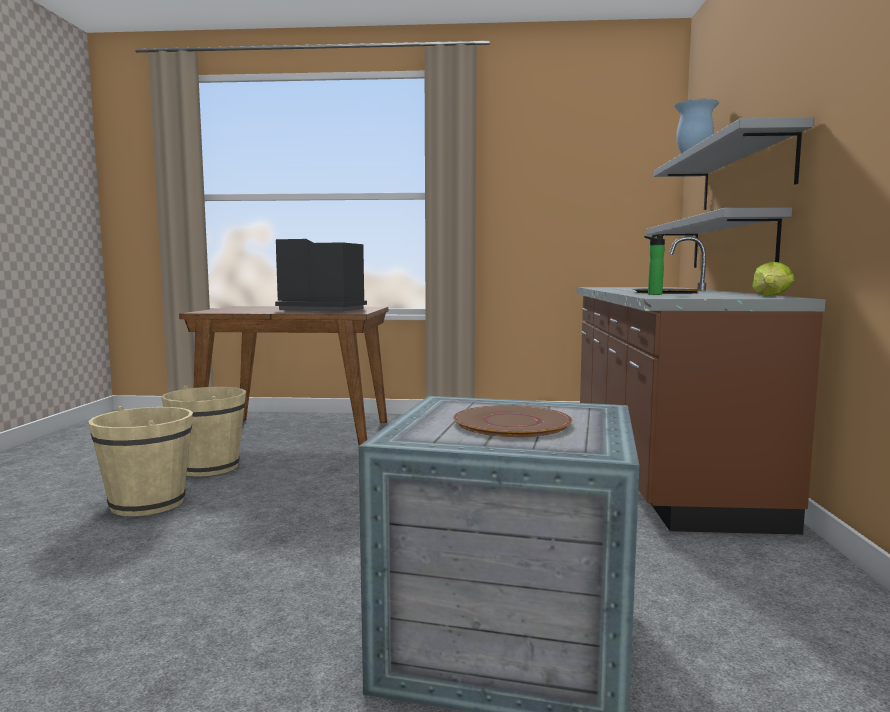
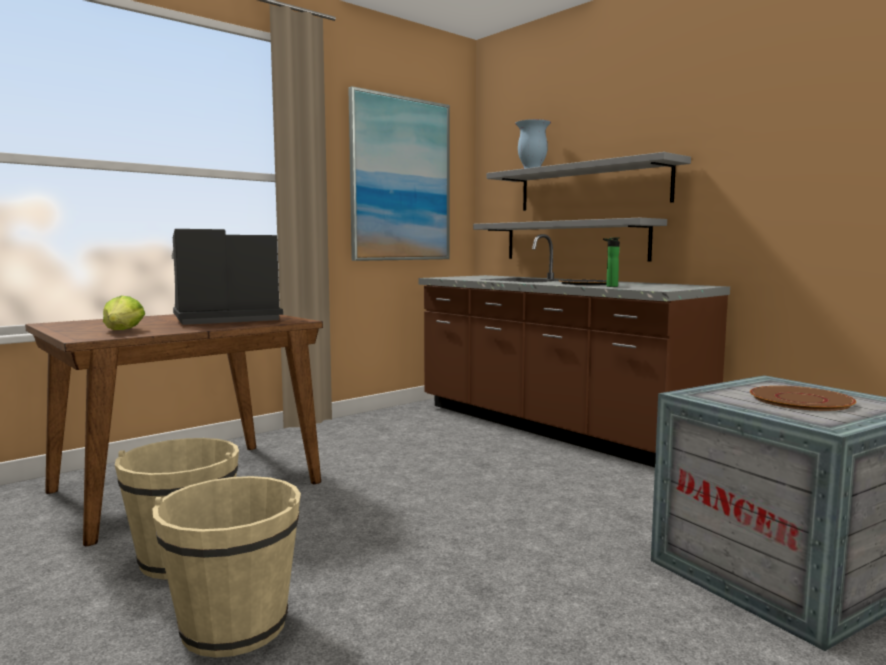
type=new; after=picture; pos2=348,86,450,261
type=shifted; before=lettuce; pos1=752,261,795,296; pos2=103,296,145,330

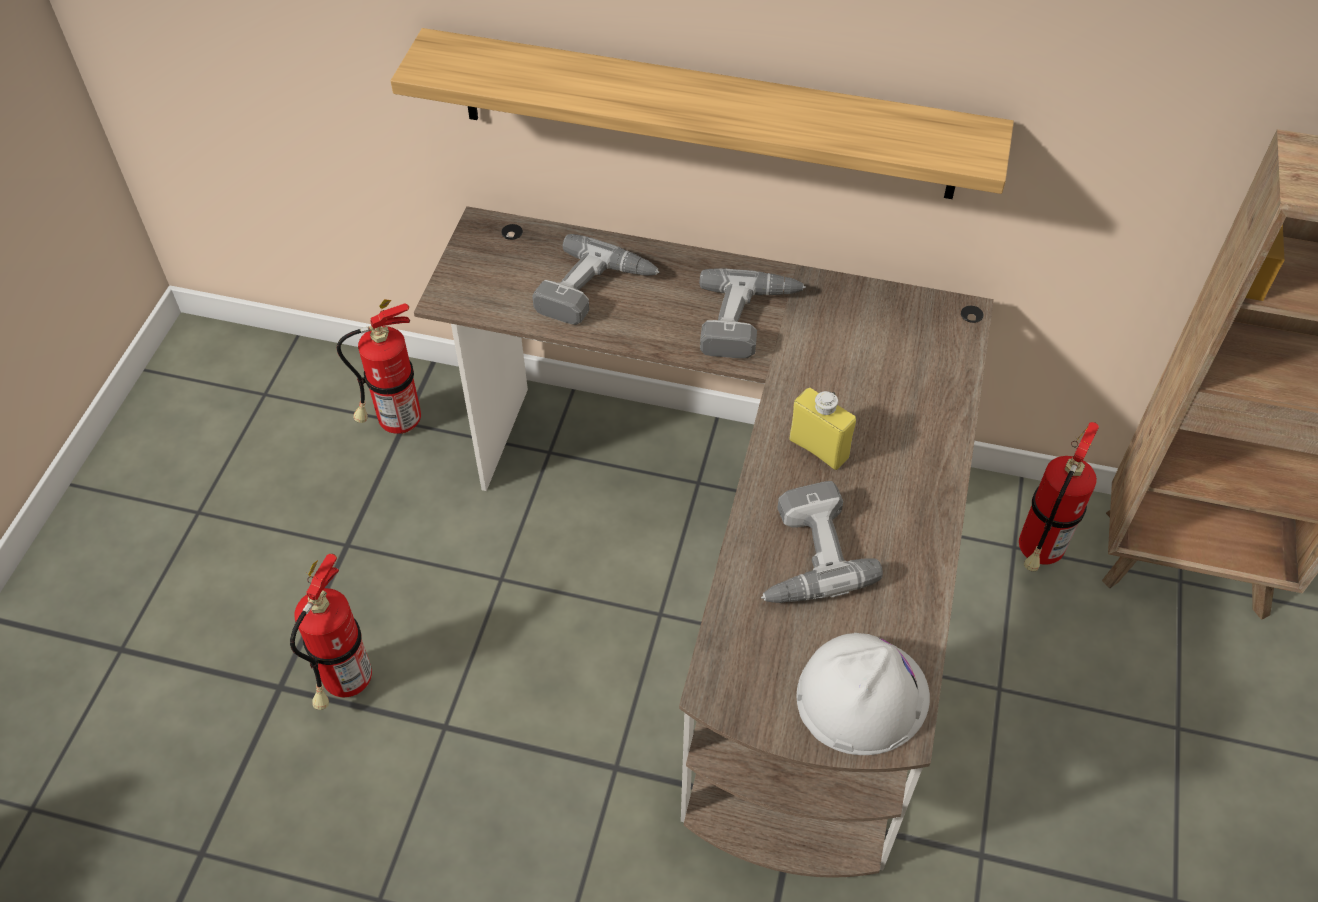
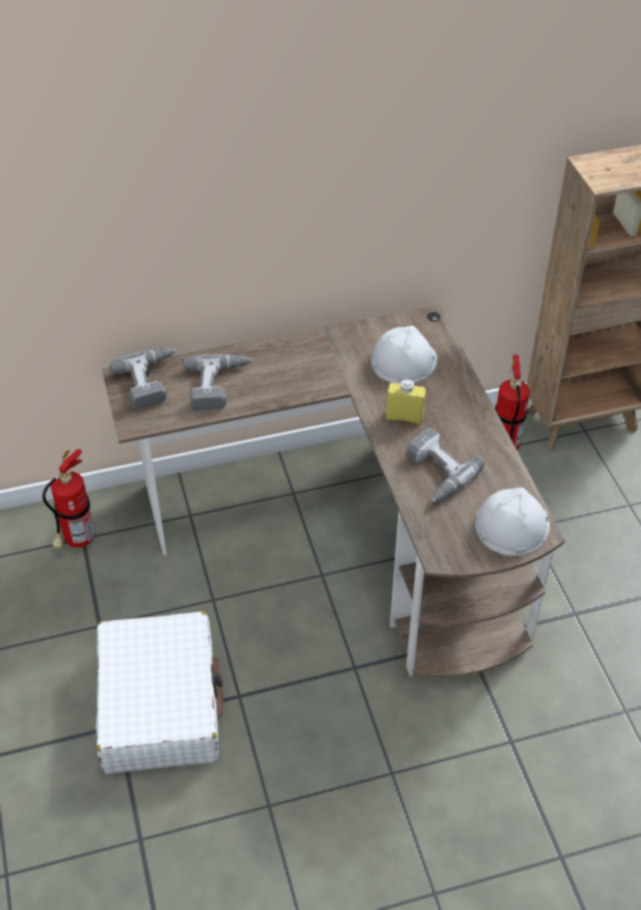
type=gone; before=shelf; pos1=391,28,1014,199
type=new; after=white hard hat; pos2=371,326,437,384
type=shifted; before=power drill; pos1=699,268,806,358; pos2=109,348,176,410
type=swapped; before=fire extinguisher; after=white suitcase; pos1=290,554,372,710; pos2=96,611,223,774

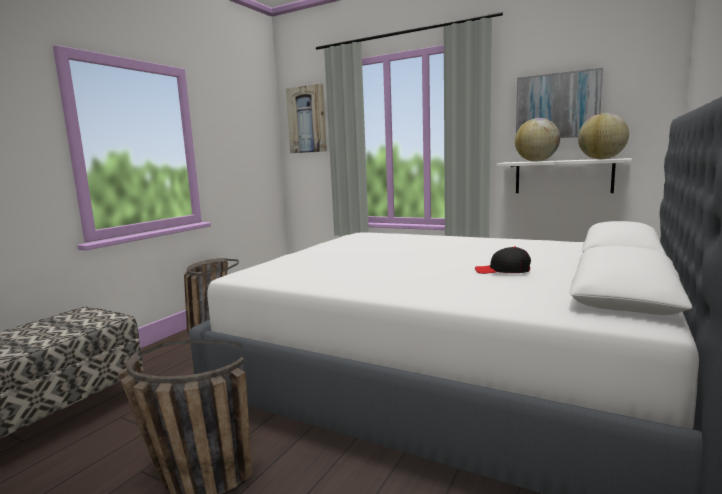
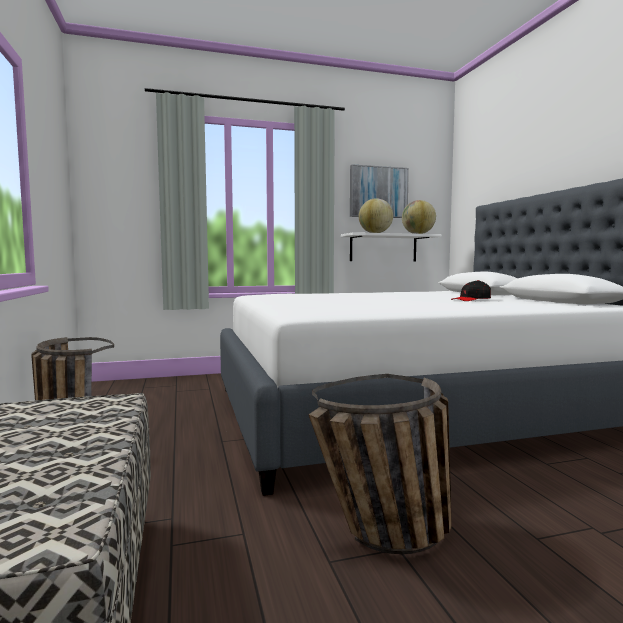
type=gone; before=picture; pos1=286,84,327,153

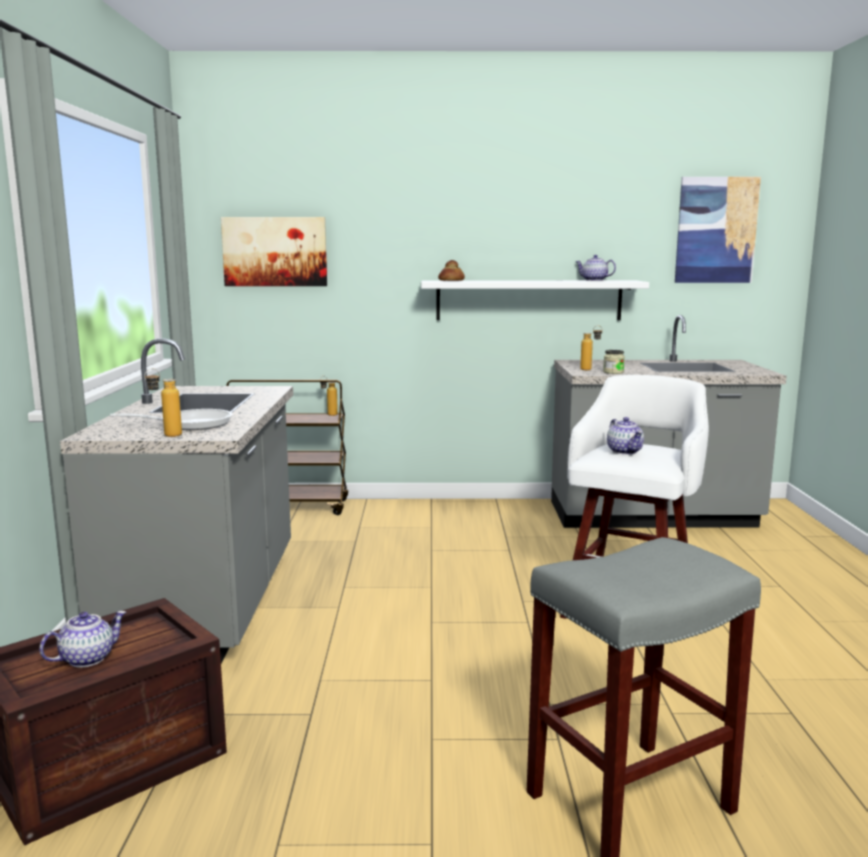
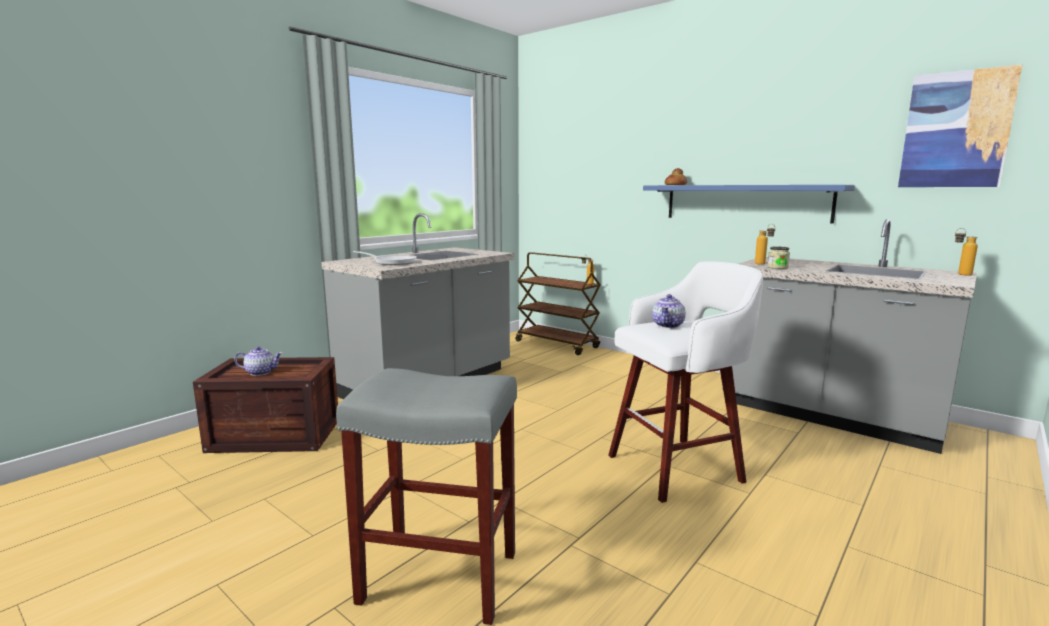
type=gone; before=picture; pos1=221,217,327,286
type=gone; before=teapot; pos1=576,255,616,281
type=shifted; before=bottle; pos1=145,368,182,437; pos2=955,228,978,276
type=repainted; before=white shelf; after=blue shelf; pos1=421,280,649,320; pos2=643,185,855,224

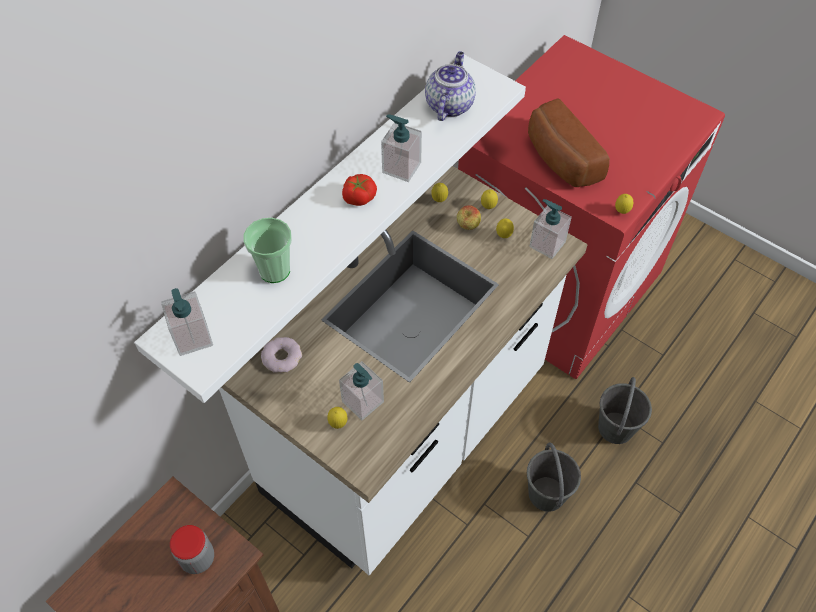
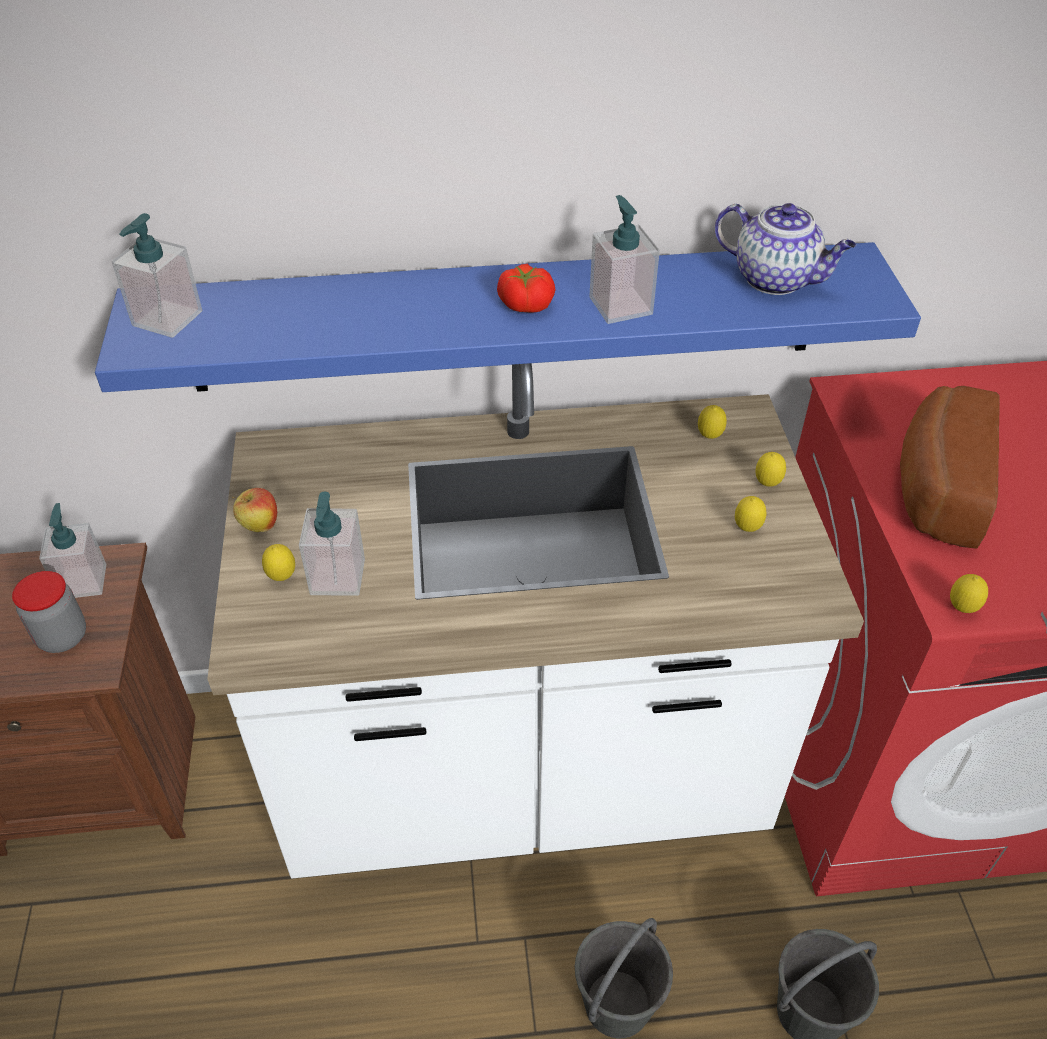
type=gone; before=cup; pos1=243,217,292,283
type=gone; before=donut; pos1=261,337,302,373
type=shifted; before=apple; pos1=457,205,481,230; pos2=232,488,277,532
type=shifted; before=soap dispenser; pos1=529,199,572,259; pos2=39,503,106,598
type=repainted; before=white shelf; after=blue shelf; pos1=134,55,526,403; pos2=95,242,921,392
type=rotated; before=teapot; pos1=425,51,476,121; pos2=715,203,856,295; turn=60

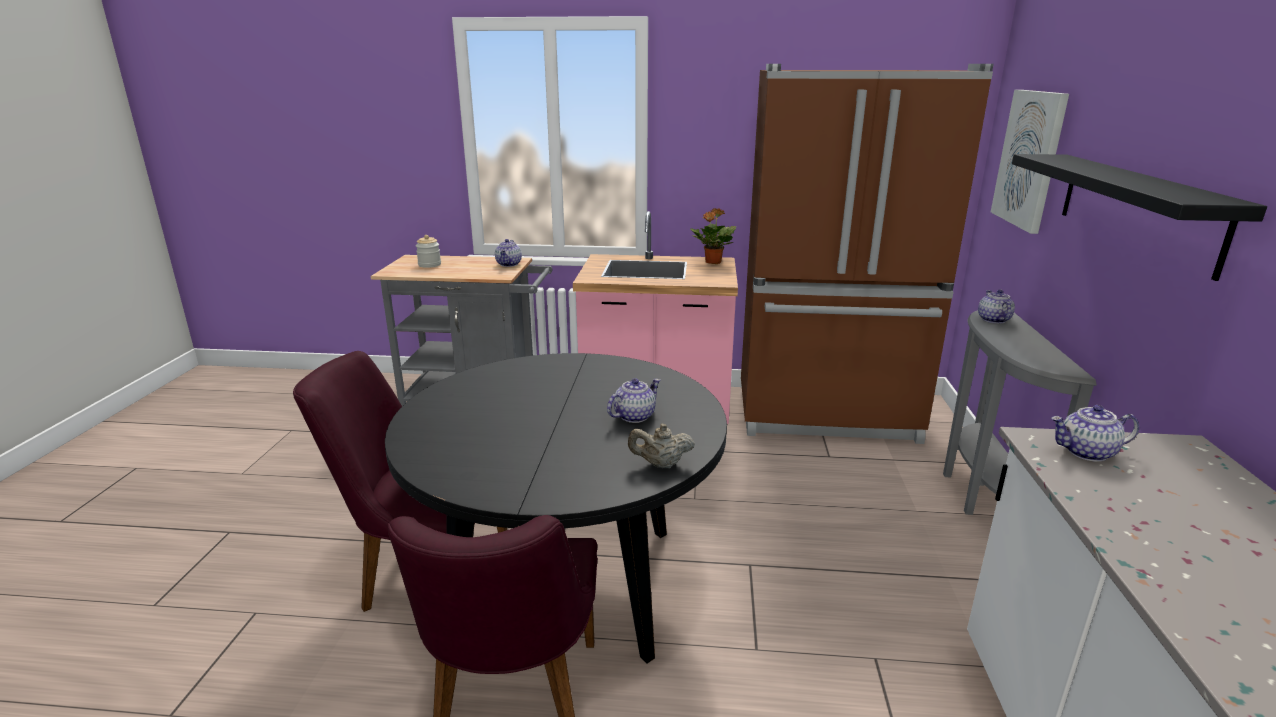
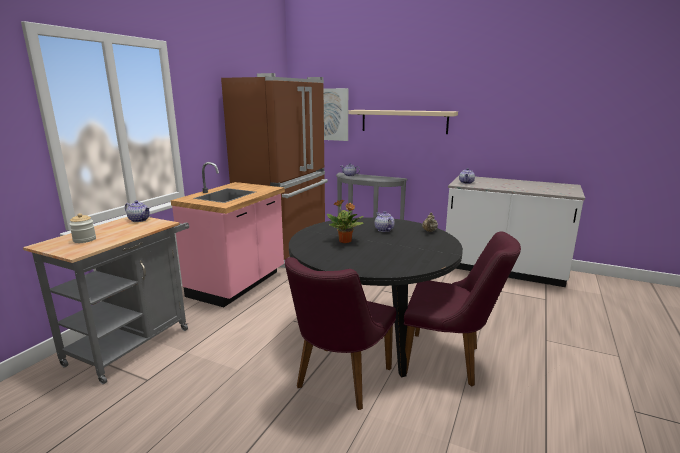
type=shifted; before=potted plant; pos1=691,208,736,264; pos2=327,200,364,243
type=repainted; before=black shelf; after=beige shelf; pos1=1012,154,1267,281; pos2=348,110,458,134

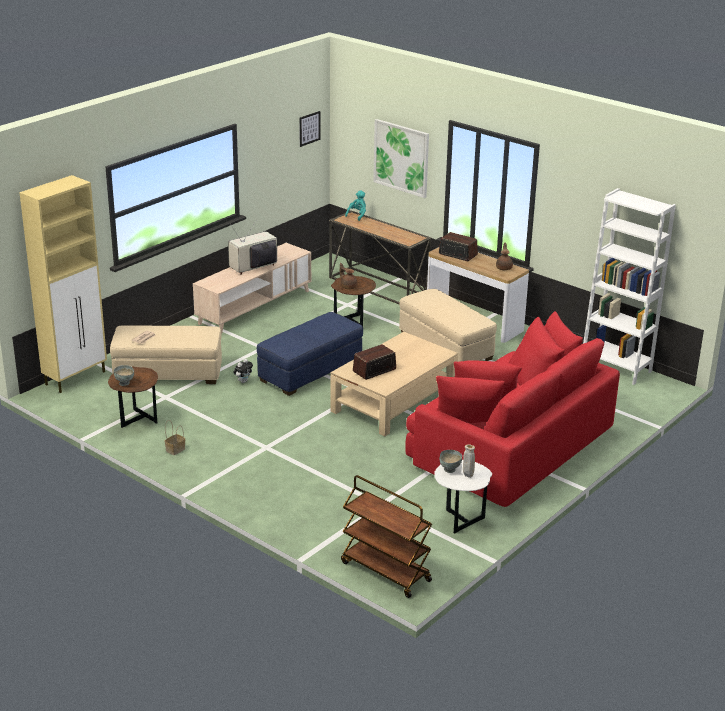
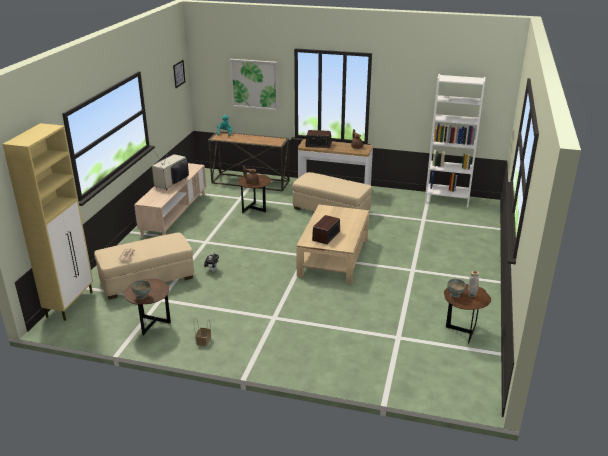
type=gone; before=blue ottoman; pos1=257,312,363,396
type=gone; before=brown cart; pos1=341,475,432,598
type=gone; before=red sofa; pos1=405,311,620,507
type=repainted; before=white side table; after=brown side table; pos1=435,460,492,533; pos2=444,284,491,344

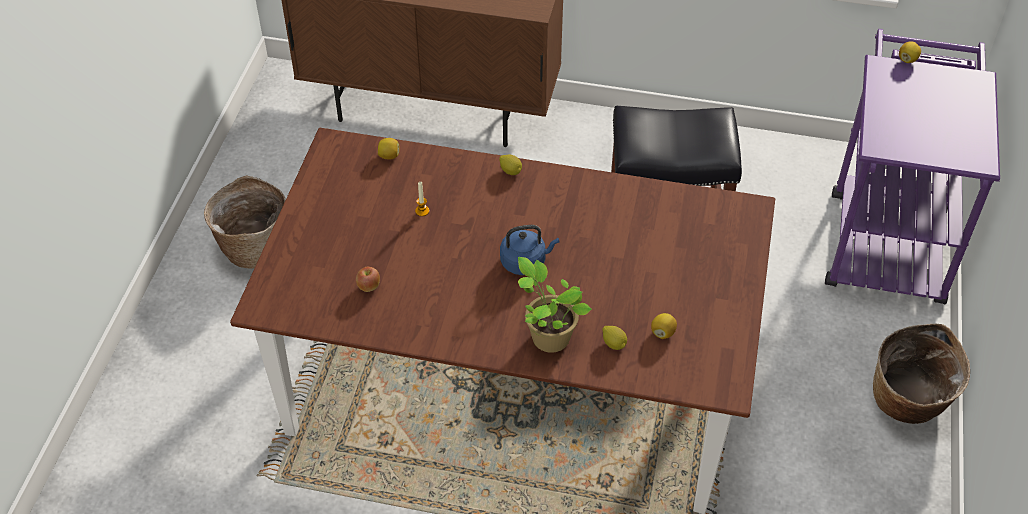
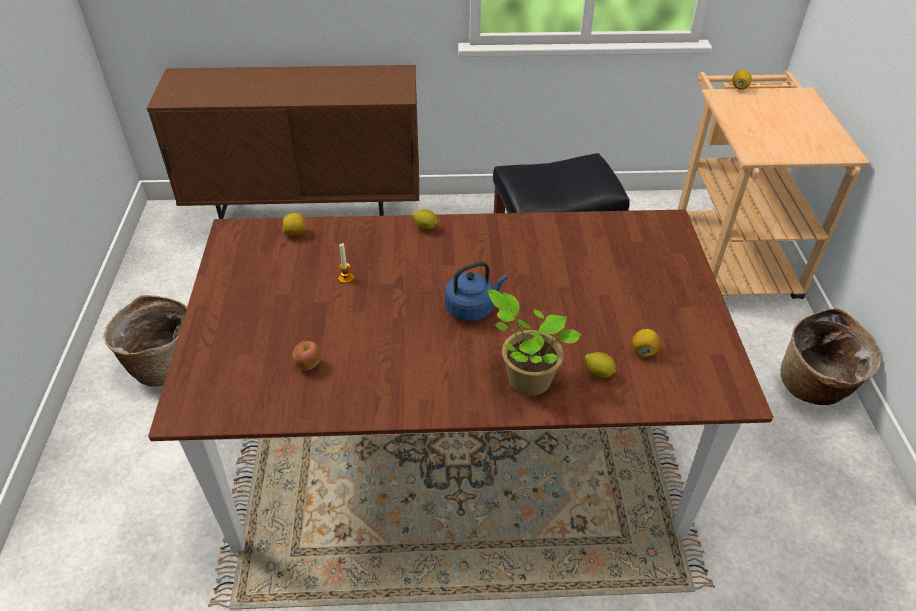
type=repainted; before=purple cart; after=beige cart; pos1=825,29,1000,304; pos2=678,71,870,299

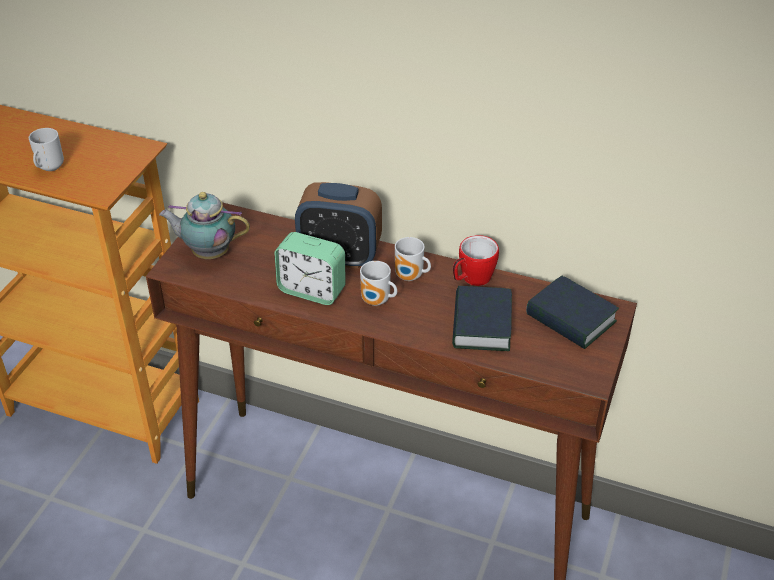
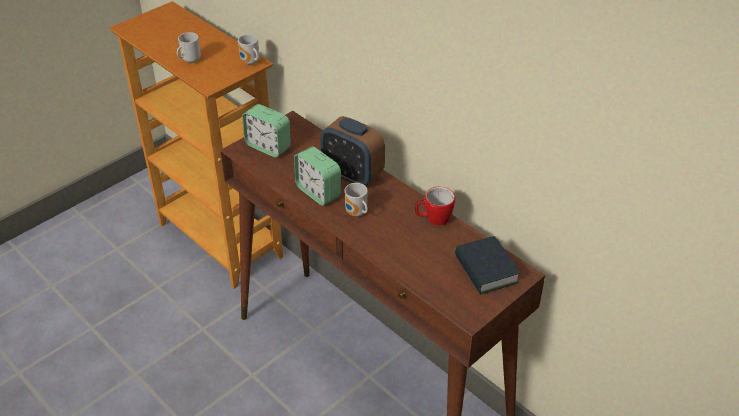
type=gone; before=book; pos1=452,286,512,351
type=shifted; before=mug; pos1=395,237,431,281; pos2=238,34,259,65
type=swapped; before=teapot; after=alarm clock; pos1=159,192,250,259; pos2=242,104,291,157

